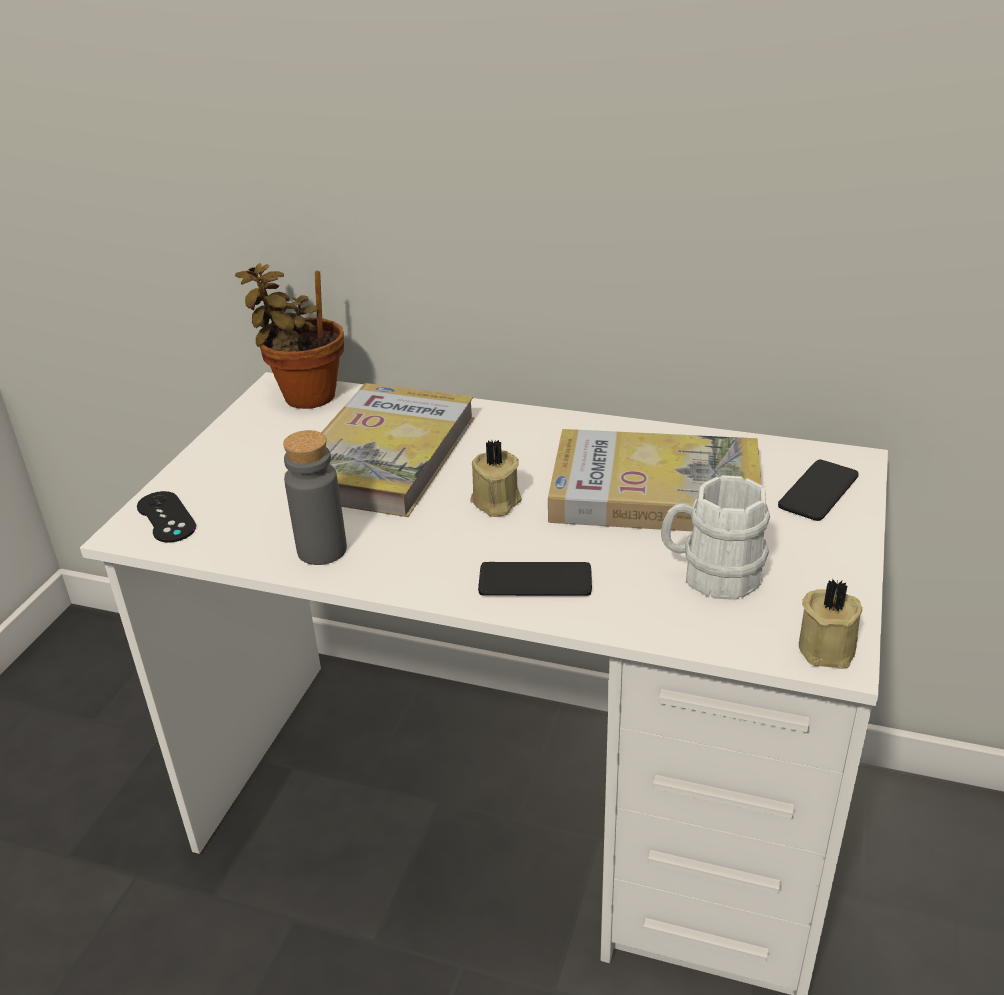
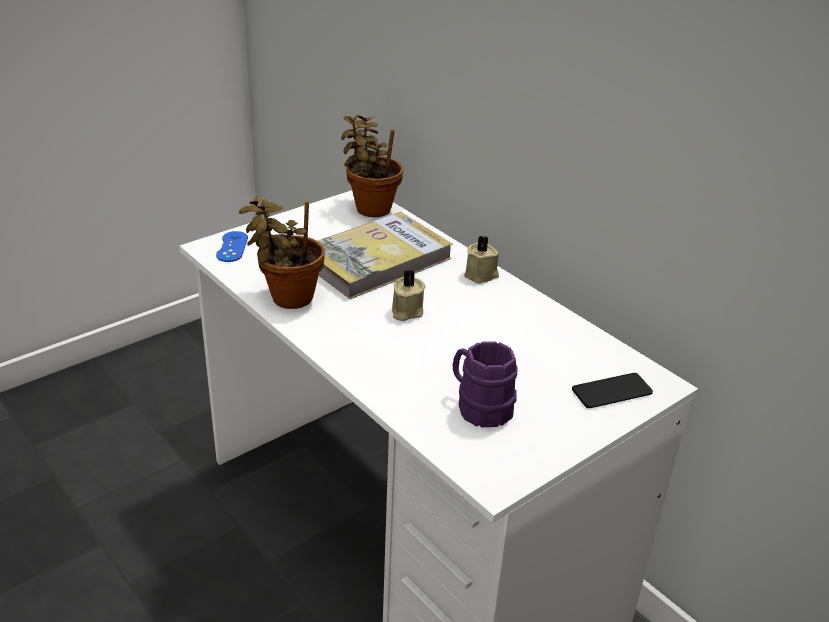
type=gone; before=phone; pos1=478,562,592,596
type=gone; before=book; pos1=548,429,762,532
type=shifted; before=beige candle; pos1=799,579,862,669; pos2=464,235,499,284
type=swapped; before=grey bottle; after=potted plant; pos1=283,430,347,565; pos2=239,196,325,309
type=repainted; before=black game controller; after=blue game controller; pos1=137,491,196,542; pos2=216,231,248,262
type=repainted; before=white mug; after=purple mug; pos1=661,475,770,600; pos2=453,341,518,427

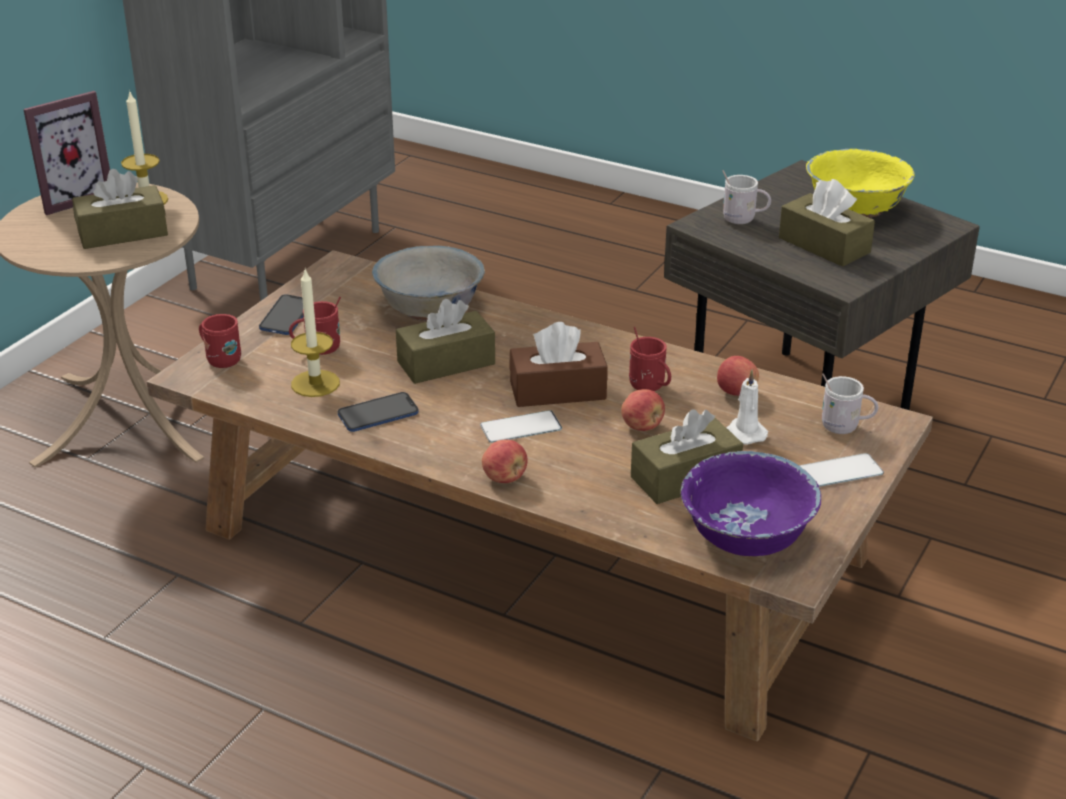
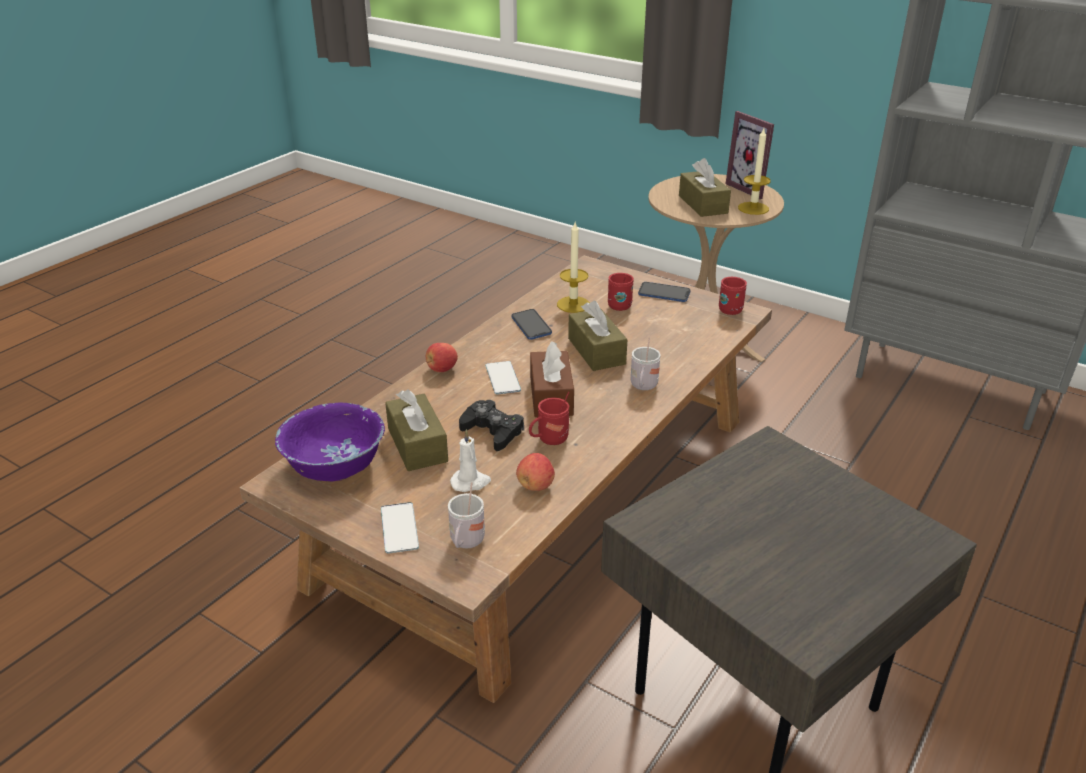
type=gone; before=white bowl; pos1=372,246,485,321
type=gone; before=brown tissue box; pos1=779,179,875,267
type=gone; before=yellow bowl; pos1=806,149,915,218
type=shifted; before=red mug; pos1=199,314,241,368; pos2=719,277,747,315
type=shifted; before=white mug; pos1=722,170,771,224; pos2=630,337,661,390
type=swapped; before=apple; after=black game controller; pos1=621,389,665,431; pos2=459,400,524,451

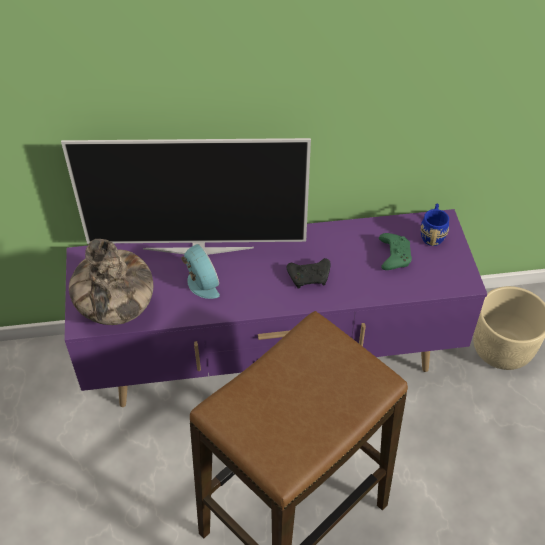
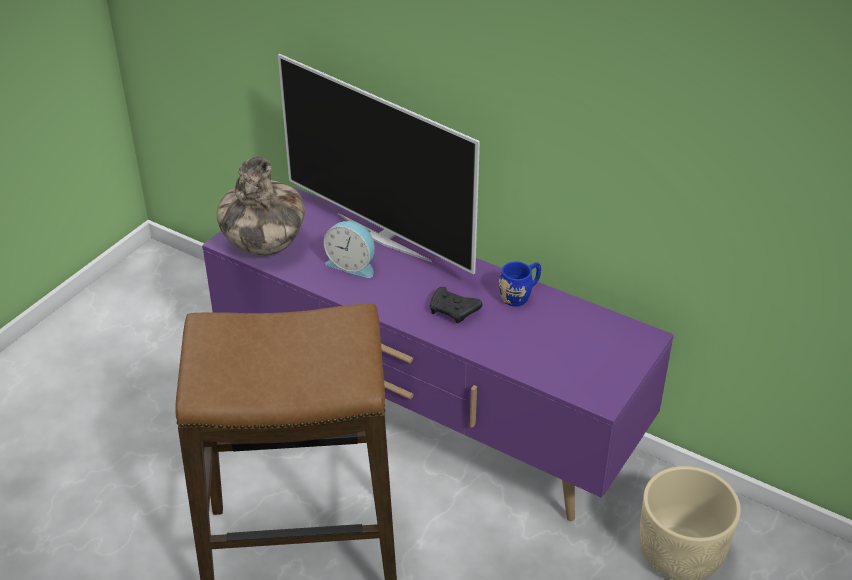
type=gone; before=green game controller; pos1=379,233,412,270
type=shifted; before=blue mug; pos1=421,203,449,246; pos2=499,261,541,307
type=rotated; before=alarm clock; pos1=181,244,220,299; pos2=324,221,375,278; turn=105

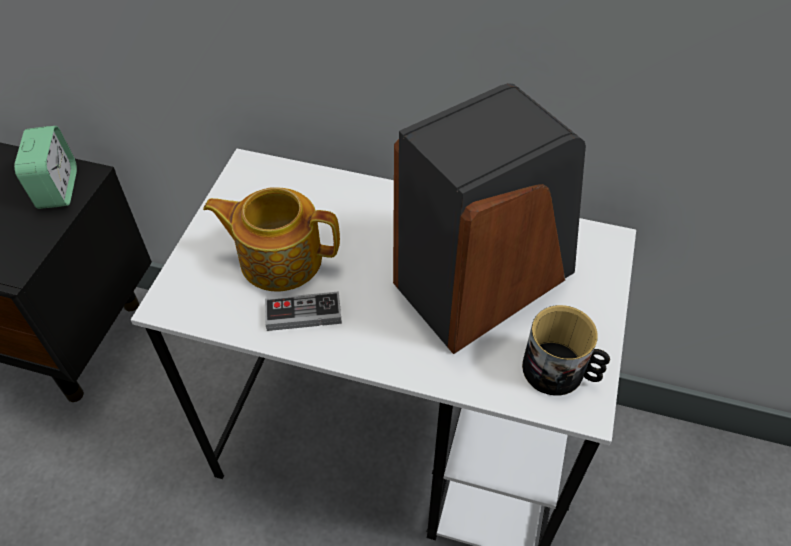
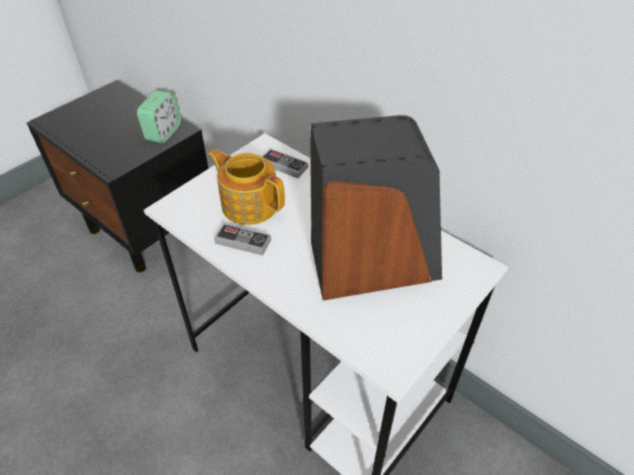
type=gone; before=mug; pos1=522,305,610,396
type=new; after=game controller; pos2=262,149,308,178

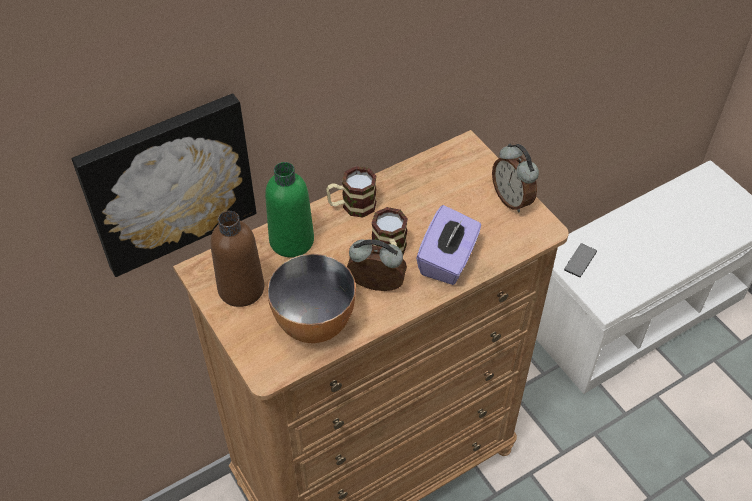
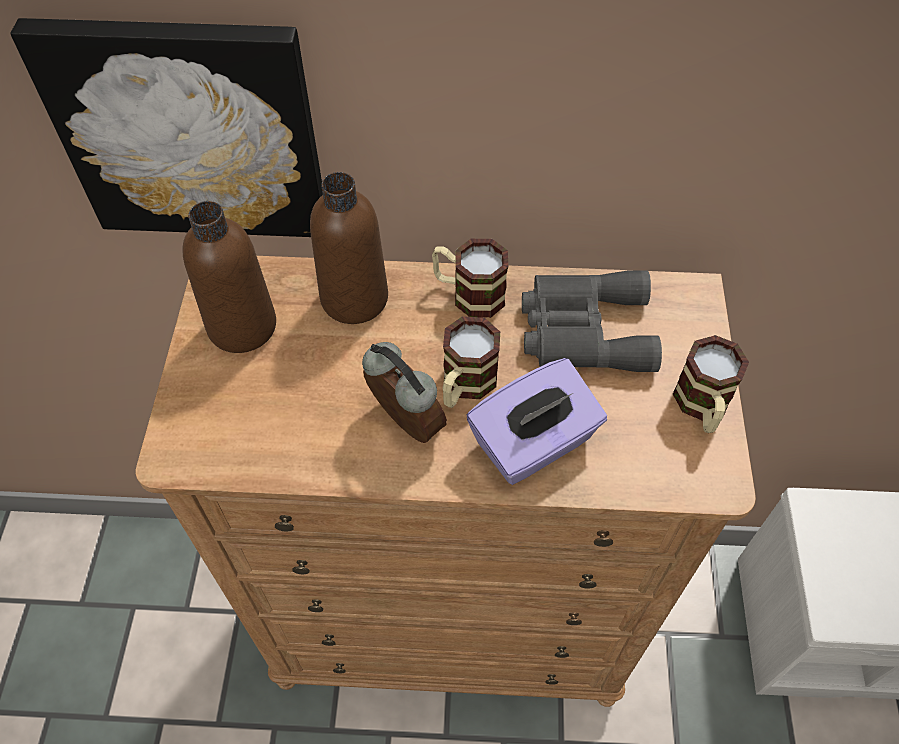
type=gone; before=bowl; pos1=267,254,356,343
type=gone; before=phone; pos1=564,243,597,277
type=new; after=grey binoculars; pos2=522,270,662,372
type=swapped; before=alarm clock; after=mug; pos1=492,144,539,213; pos2=673,335,749,433
type=repainted; before=green bottle; after=brown bottle; pos1=265,162,314,257; pos2=310,172,388,324

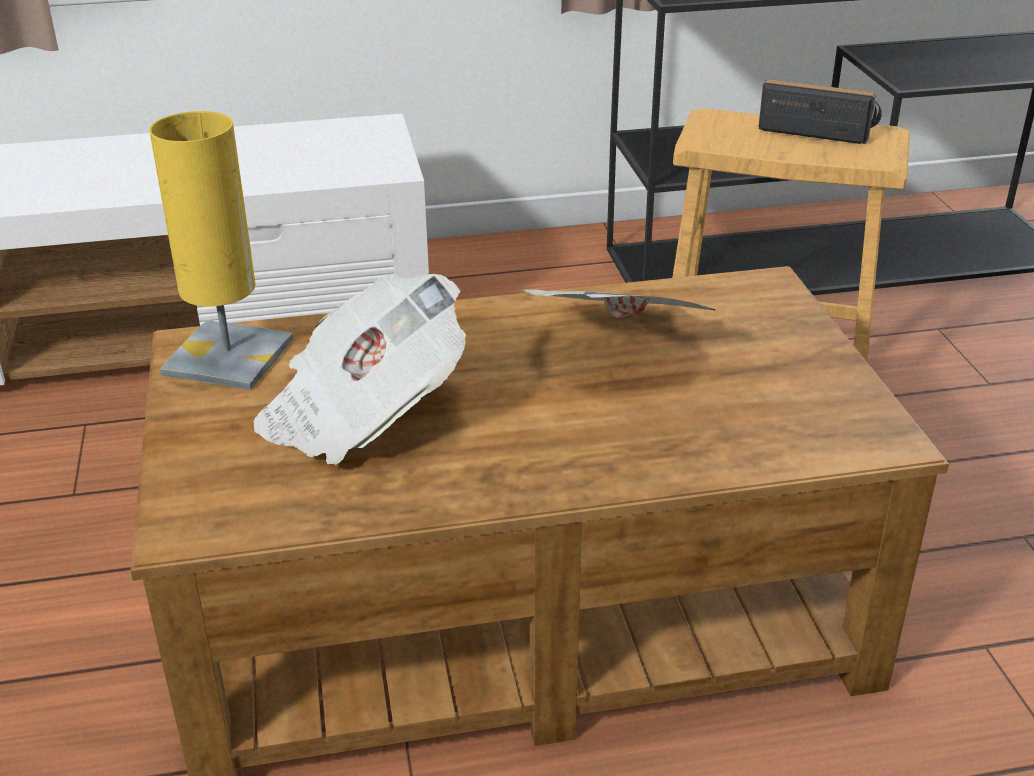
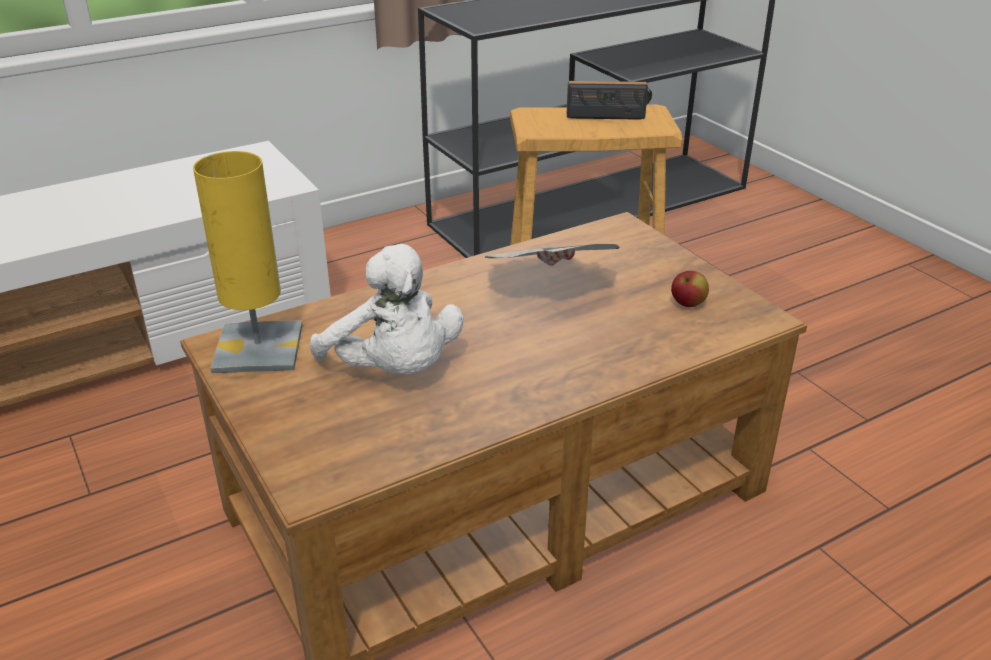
type=new; after=apple; pos2=671,271,709,307
type=swapped; before=newspaper; after=white plush toy; pos1=254,274,466,465; pos2=310,244,463,374

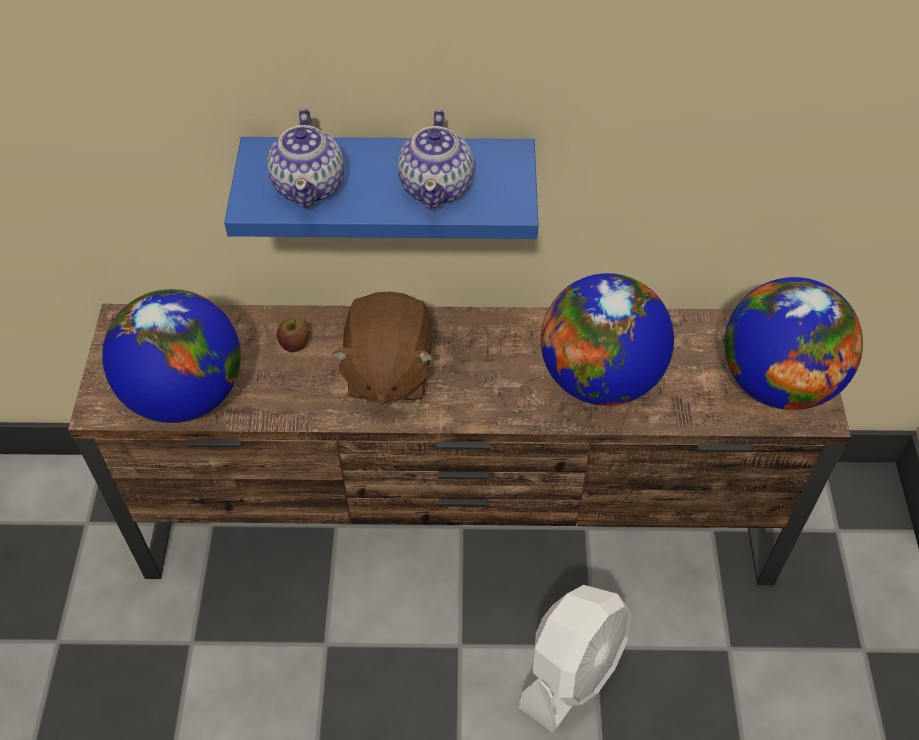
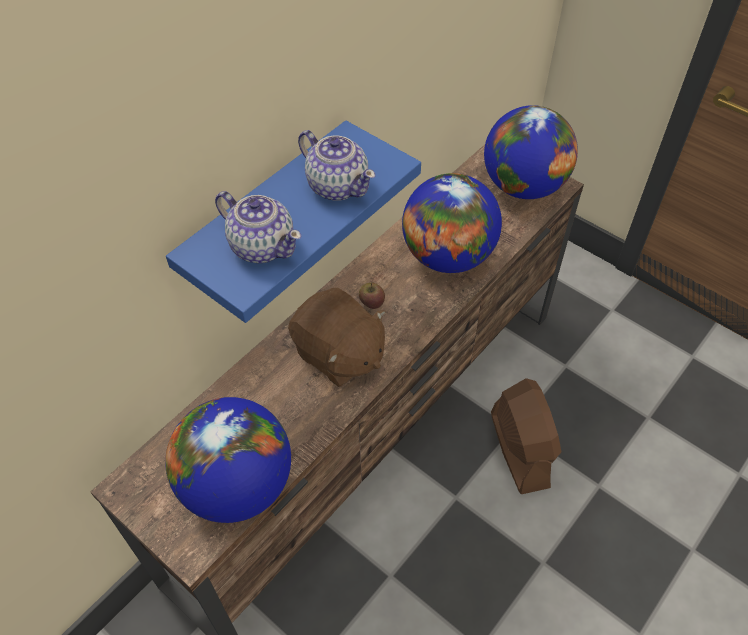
type=shifted; before=apple; pos1=277,318,309,352; pos2=359,282,385,309
type=repainted; before=white fan; after=brown fan; pos1=518,585,632,733; pos2=491,378,561,494

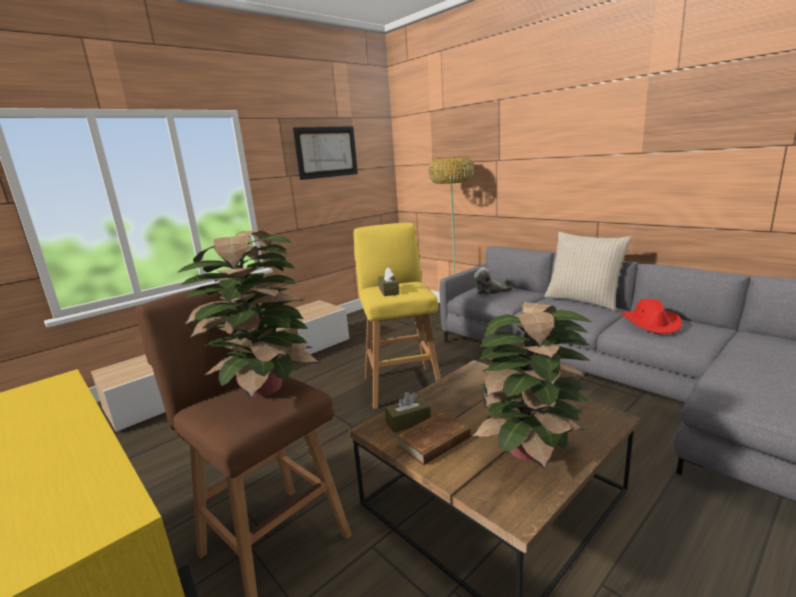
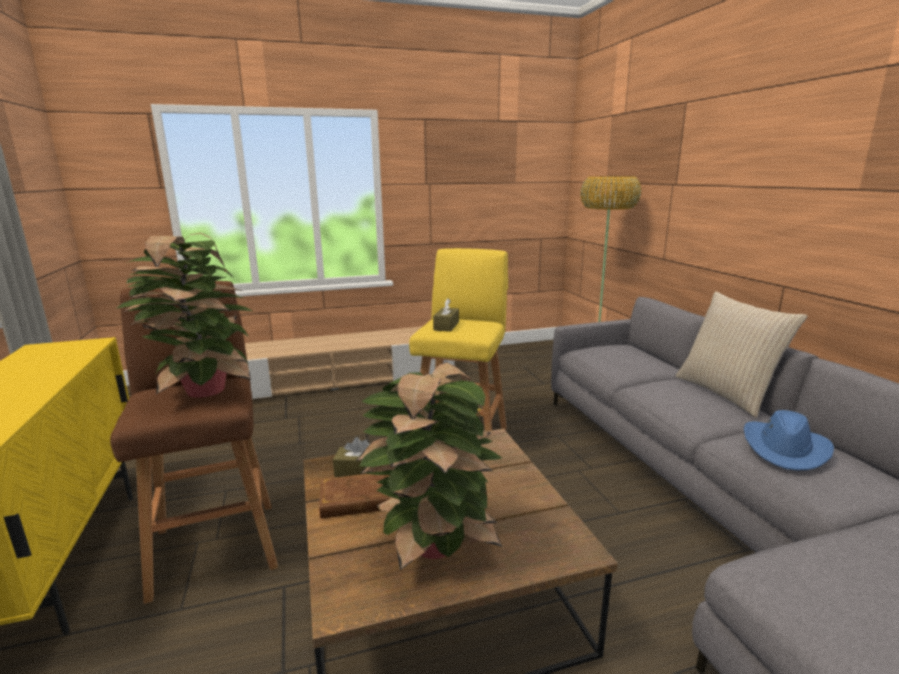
type=gone; before=picture; pos1=293,126,358,180
type=gone; before=plush toy; pos1=474,267,513,295
type=repainted; before=red hat; after=blue hat; pos1=621,299,682,334; pos2=744,410,834,470

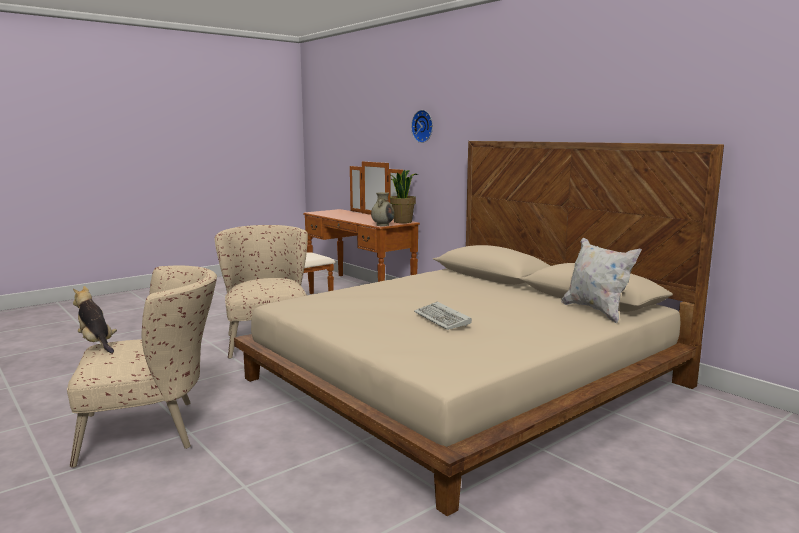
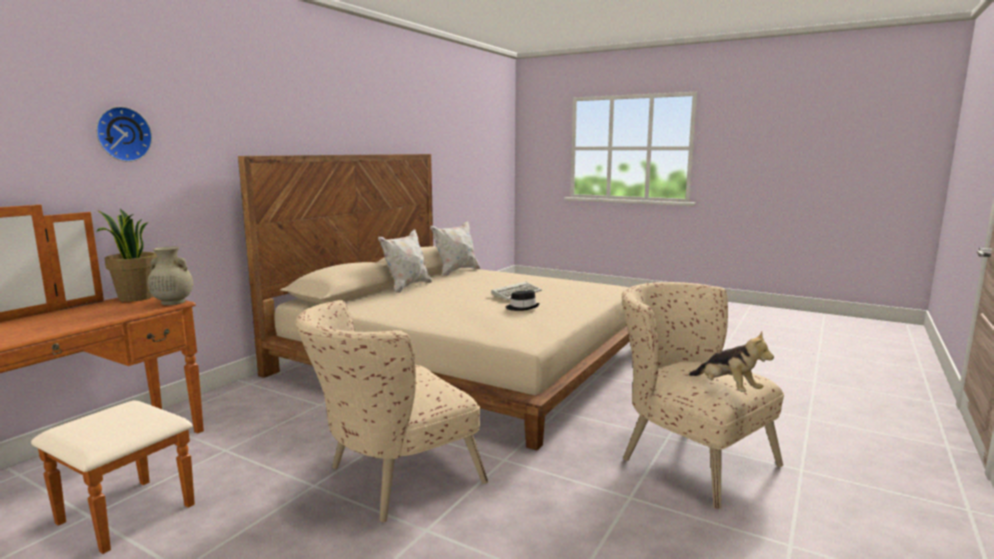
type=new; after=white pillow; pos2=378,229,432,293
type=new; after=black hat; pos2=506,291,540,311
type=rotated; before=plush toy; pos1=73,286,117,353; pos2=689,332,774,392; turn=-60

